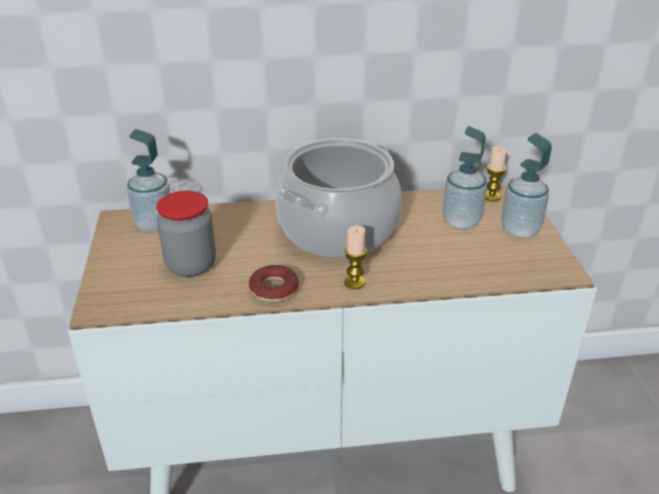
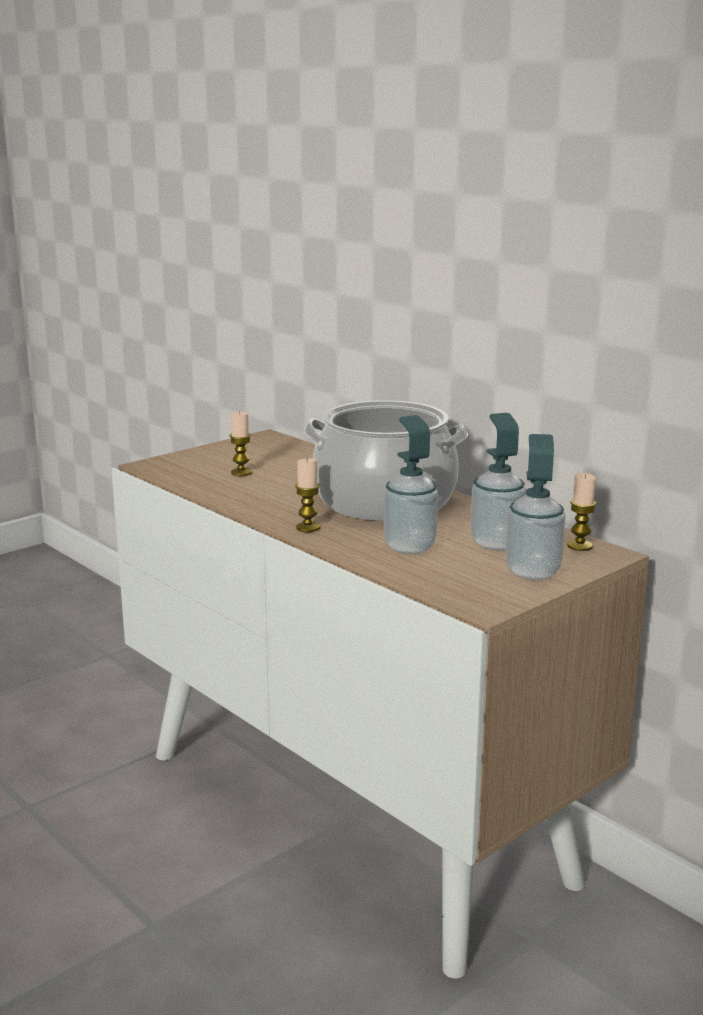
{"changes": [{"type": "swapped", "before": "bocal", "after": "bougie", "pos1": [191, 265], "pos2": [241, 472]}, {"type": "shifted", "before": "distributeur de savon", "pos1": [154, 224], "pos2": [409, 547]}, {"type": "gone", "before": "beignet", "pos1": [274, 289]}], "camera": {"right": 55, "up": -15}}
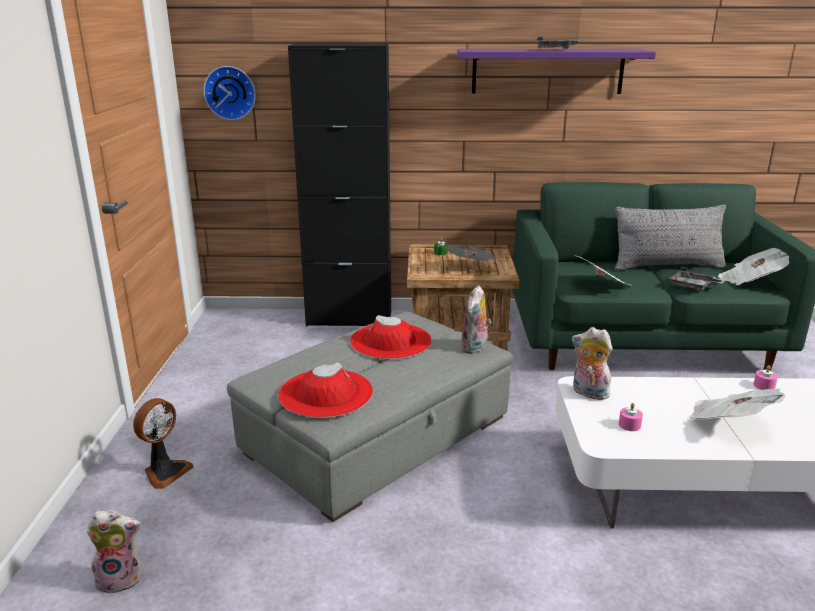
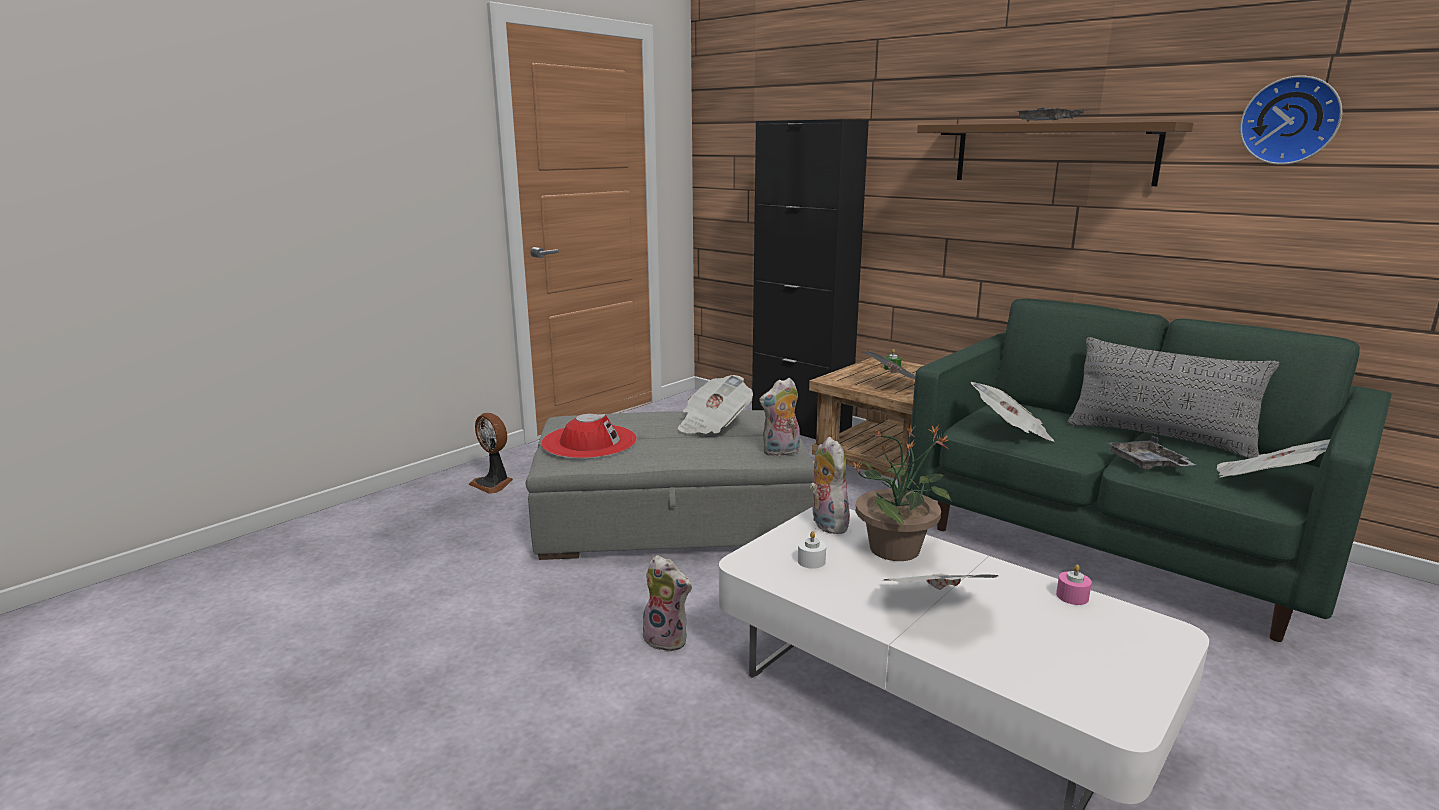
{"changes": [{"type": "rotated", "before": "ventilateur", "pos1": [165, 472], "pos2": [493, 484], "turn": 60}, {"type": "shifted", "before": "peluche", "pos1": [121, 578], "pos2": [668, 639]}, {"type": "swapped", "before": "chapeau (rouge)", "after": "journal", "pos1": [390, 341], "pos2": [713, 424]}, {"type": "repainted", "before": "bougie (rose)", "after": "bougie (blanc)", "pos1": [629, 425], "pos2": [811, 561]}, {"type": "new", "after": "plante en pot", "pos2": [896, 548]}, {"type": "repainted", "before": "étagère (violet)", "after": "étagère (marron)", "pos1": [547, 71], "pos2": [1053, 153]}, {"type": "shifted", "before": "horloge murale", "pos1": [230, 92], "pos2": [1290, 120]}], "camera": {"right": 40, "up": -5}}
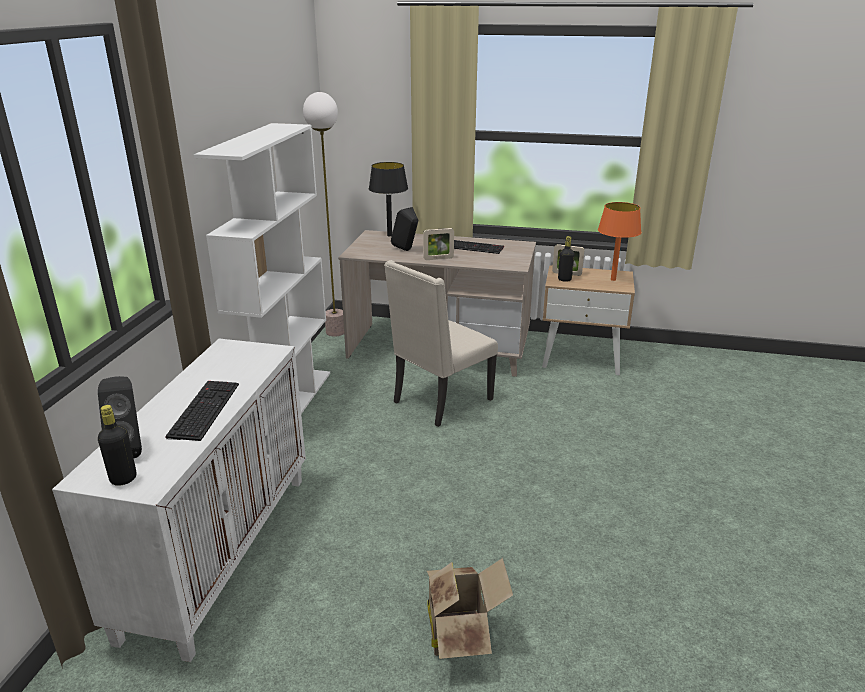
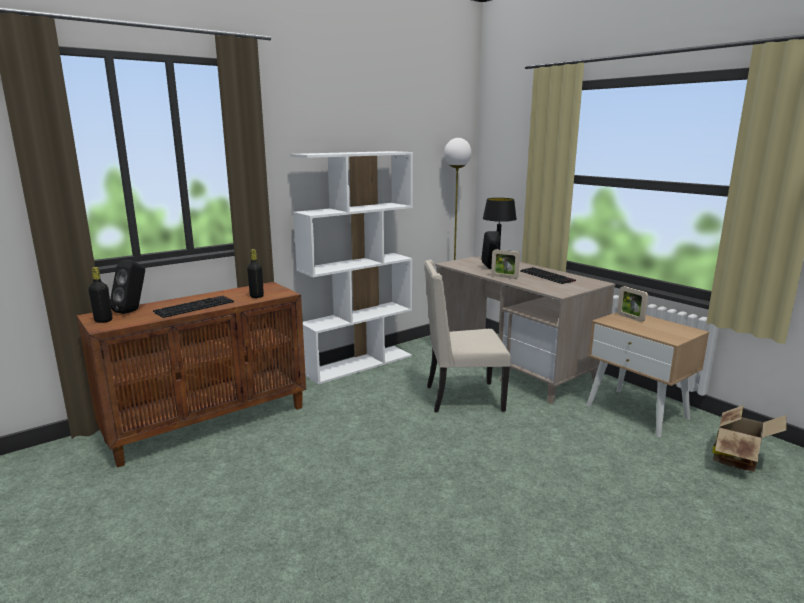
{"changes": [{"type": "repainted", "before": "meuble de rangement (blanc)", "after": "meuble de rangement (marron)", "pos1": [219, 551], "pos2": [209, 422]}, {"type": "shifted", "before": "bouteille (noir)", "pos1": [564, 279], "pos2": [256, 296]}, {"type": "shifted", "before": "carton", "pos1": [461, 632], "pos2": [739, 460]}, {"type": "gone", "before": "lampe de table (orange)", "pos1": [613, 279]}], "camera": {"right": 40, "up": -10}}
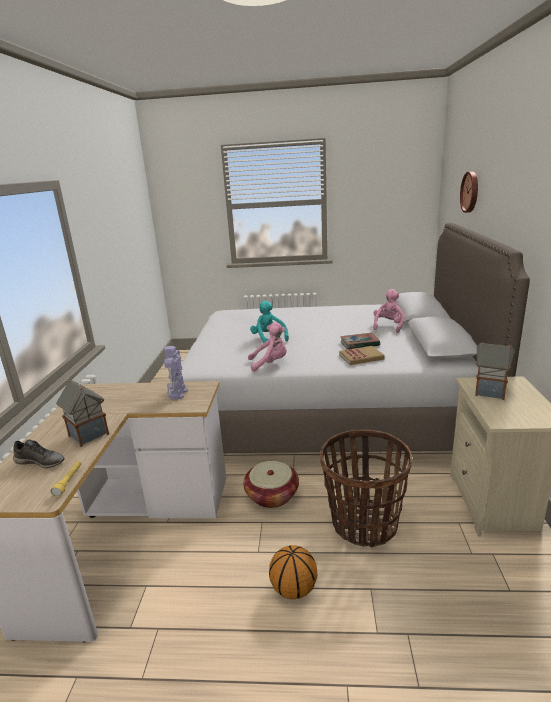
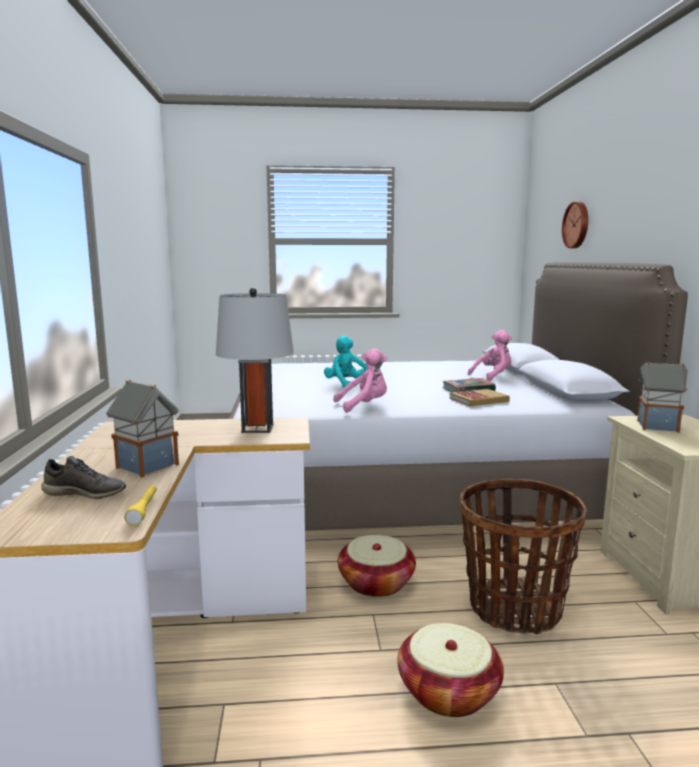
{"changes": [{"type": "swapped", "before": "robot jouet", "after": "lampe de table (gris)", "pos1": [177, 394], "pos2": [257, 428]}, {"type": "swapped", "before": "ballon de basket", "after": "panier", "pos1": [293, 589], "pos2": [448, 691]}, {"type": "rotated", "before": "peluche (rose)", "pos1": [388, 326], "pos2": [493, 376], "turn": 45}], "camera": {"right": -10, "up": -10}}
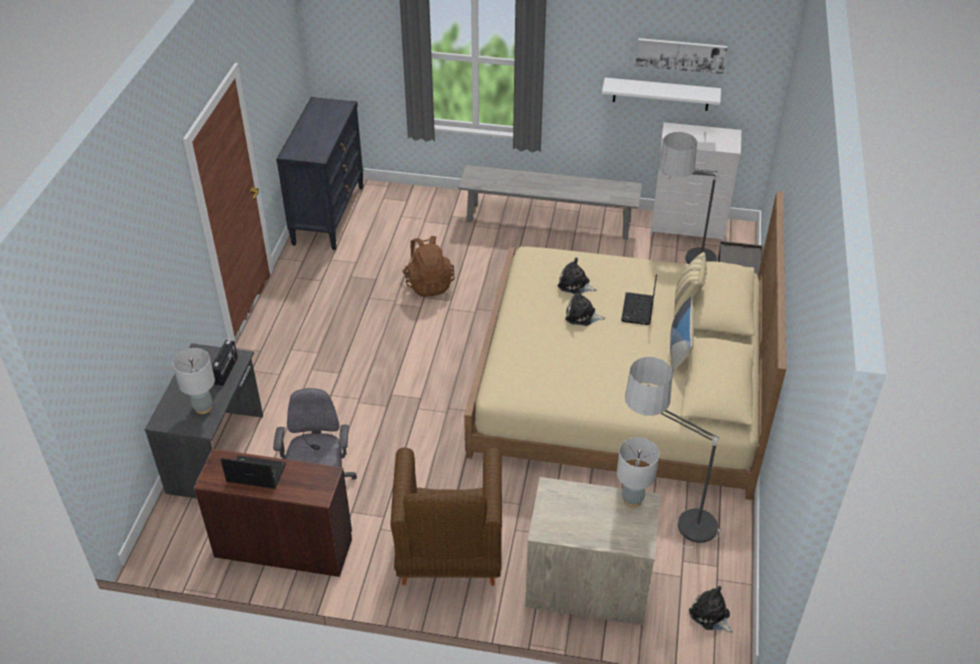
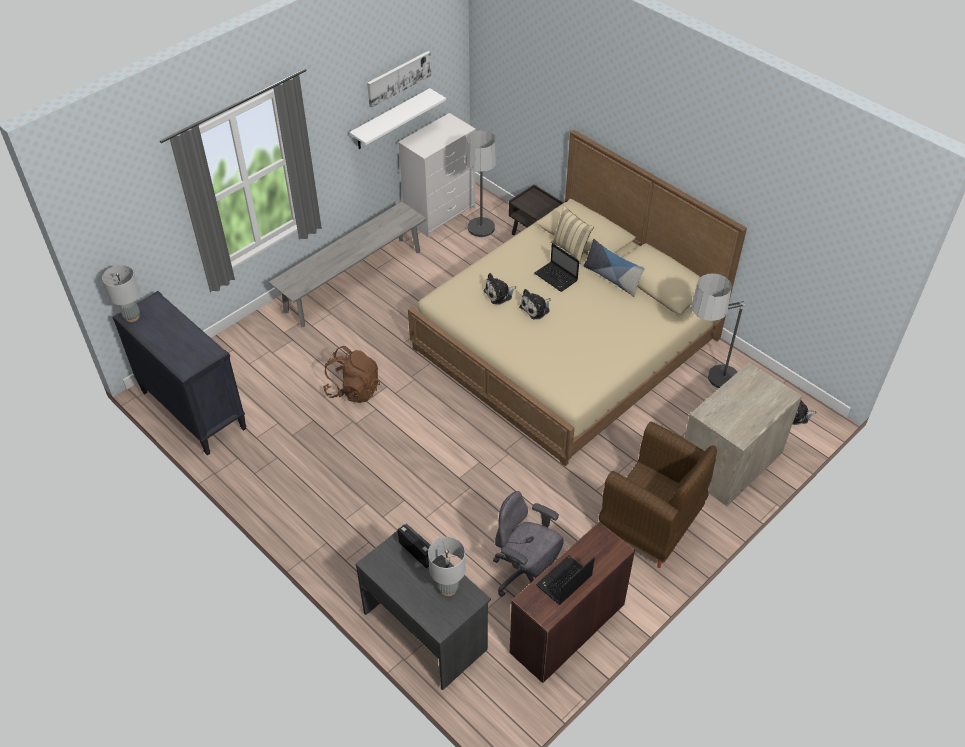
{"changes": [{"type": "shifted", "before": "lampe de table (gris)", "pos1": [632, 499], "pos2": [132, 317]}], "camera": {"right": -55, "up": 5}}
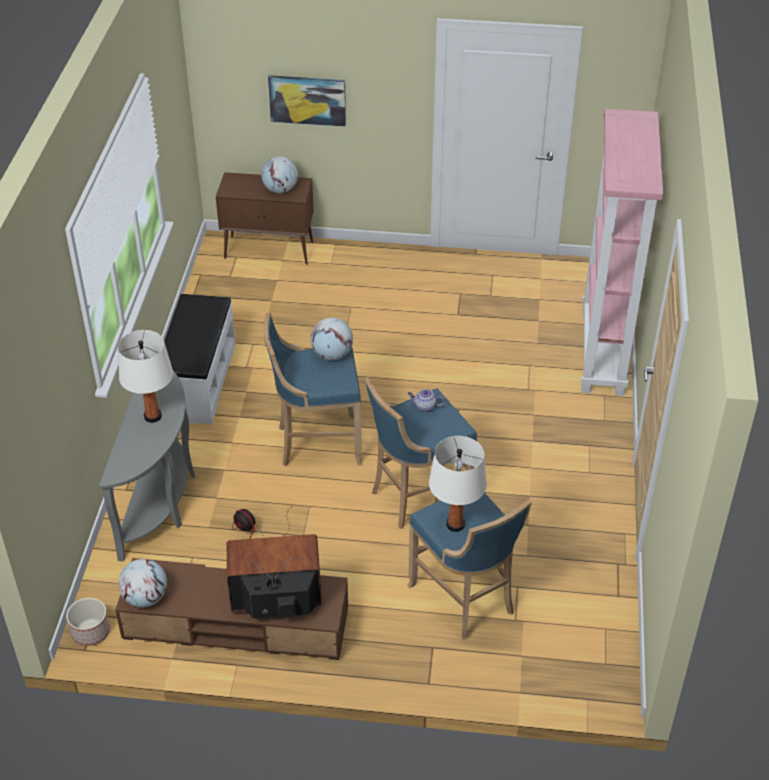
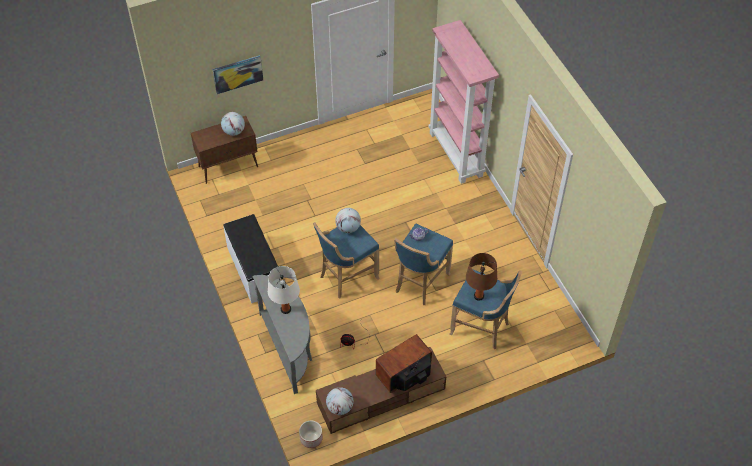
{"changes": [{"type": "repainted", "before": "lampe de table (blanc)", "after": "lampe de table (marron)", "pos1": [455, 524], "pos2": [478, 296]}], "camera": {"right": -30, "up": 10}}
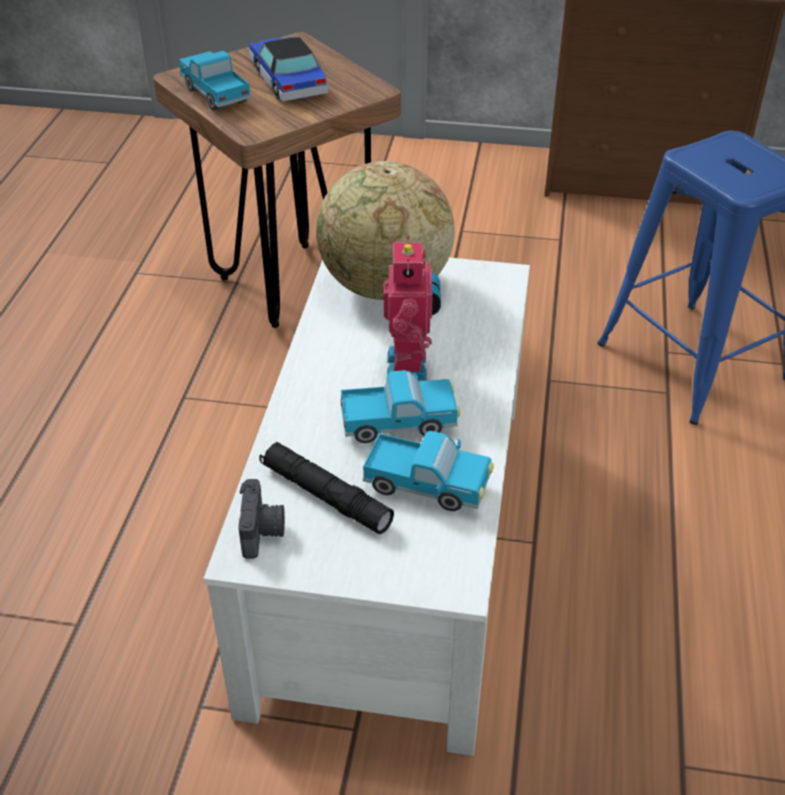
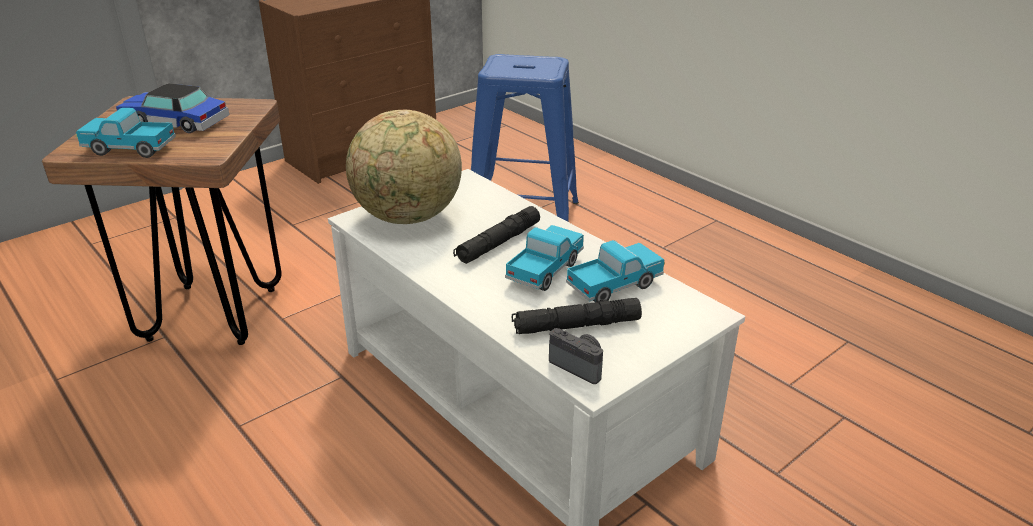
{"changes": [{"type": "swapped", "before": "robot jouet", "after": "lampe de poche (noir)", "pos1": [410, 366], "pos2": [498, 243]}], "camera": {"right": -50, "up": -10}}
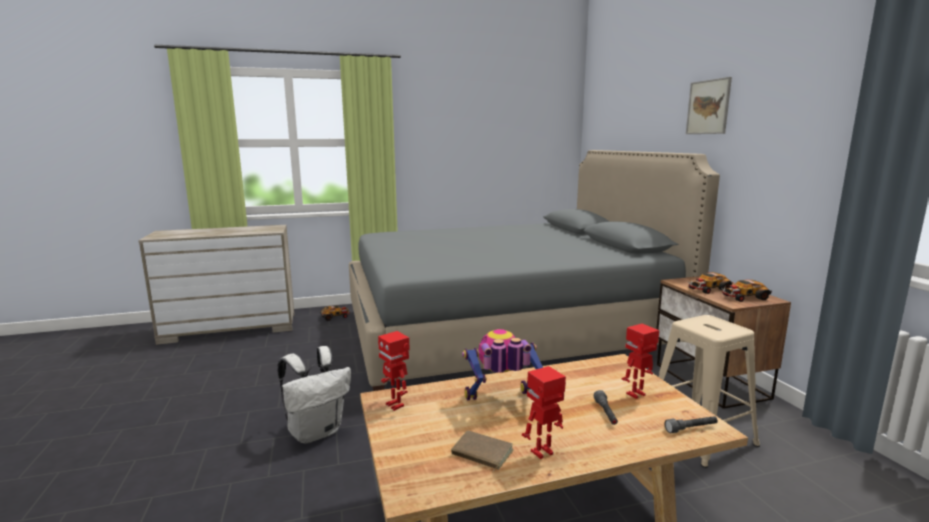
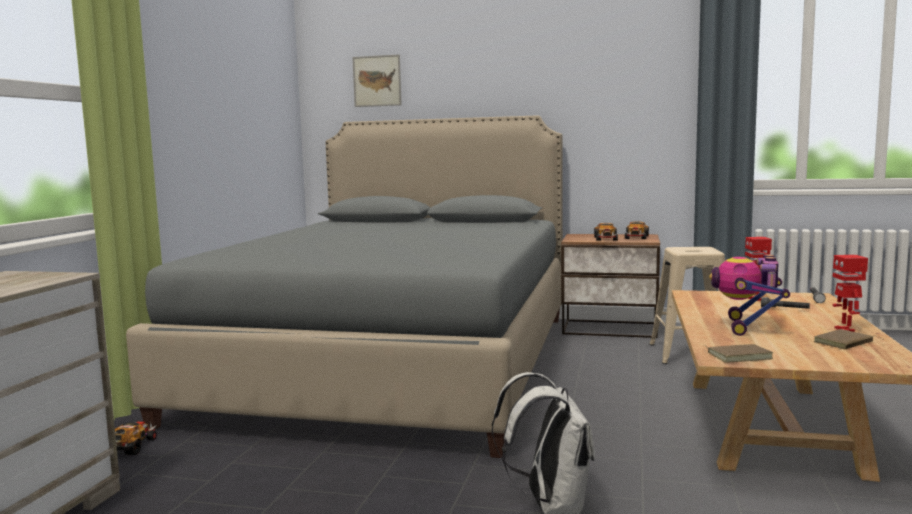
{"changes": [{"type": "shifted", "before": "tableau", "pos1": [708, 107], "pos2": [377, 81]}, {"type": "swapped", "before": "robot jouet", "after": "livre (marron)", "pos1": [396, 405], "pos2": [738, 356]}], "camera": {"right": -60, "up": -5}}
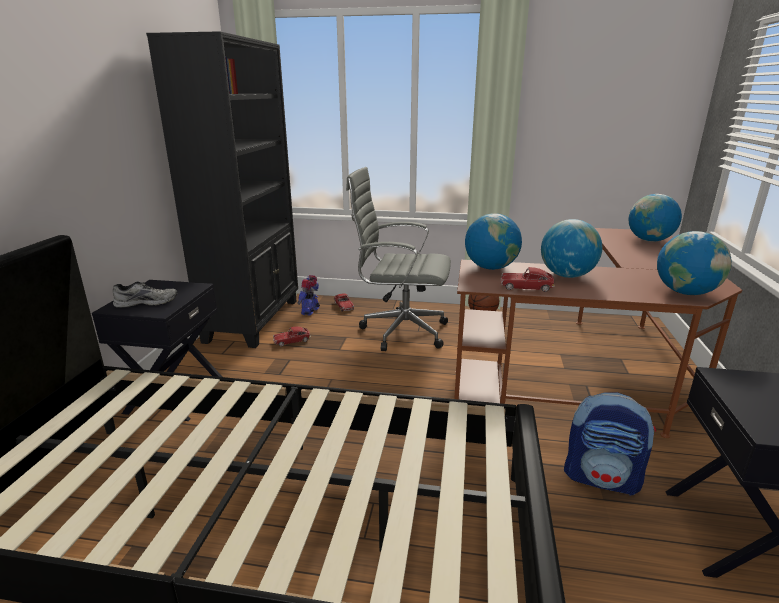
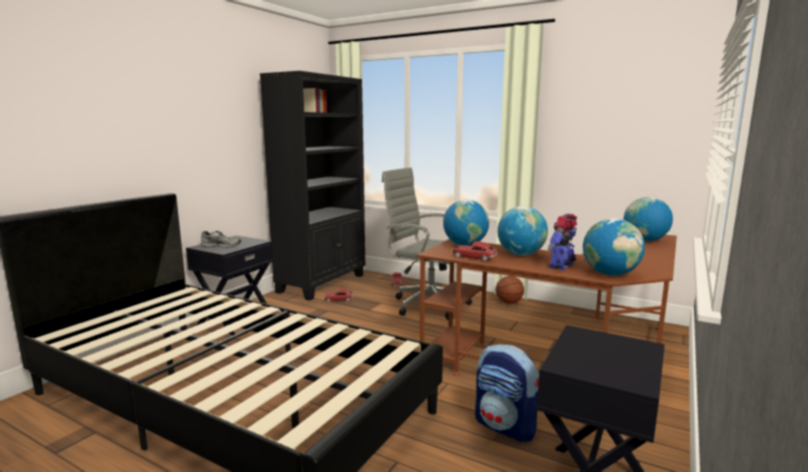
{"changes": [{"type": "shifted", "before": "robot jouet", "pos1": [311, 311], "pos2": [562, 266]}], "camera": {"right": 20, "up": -10}}
